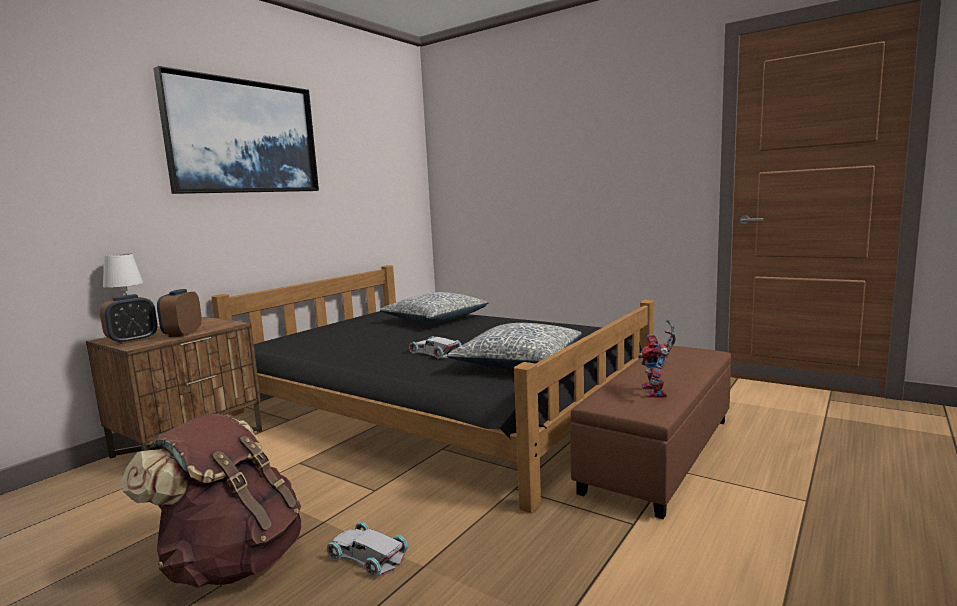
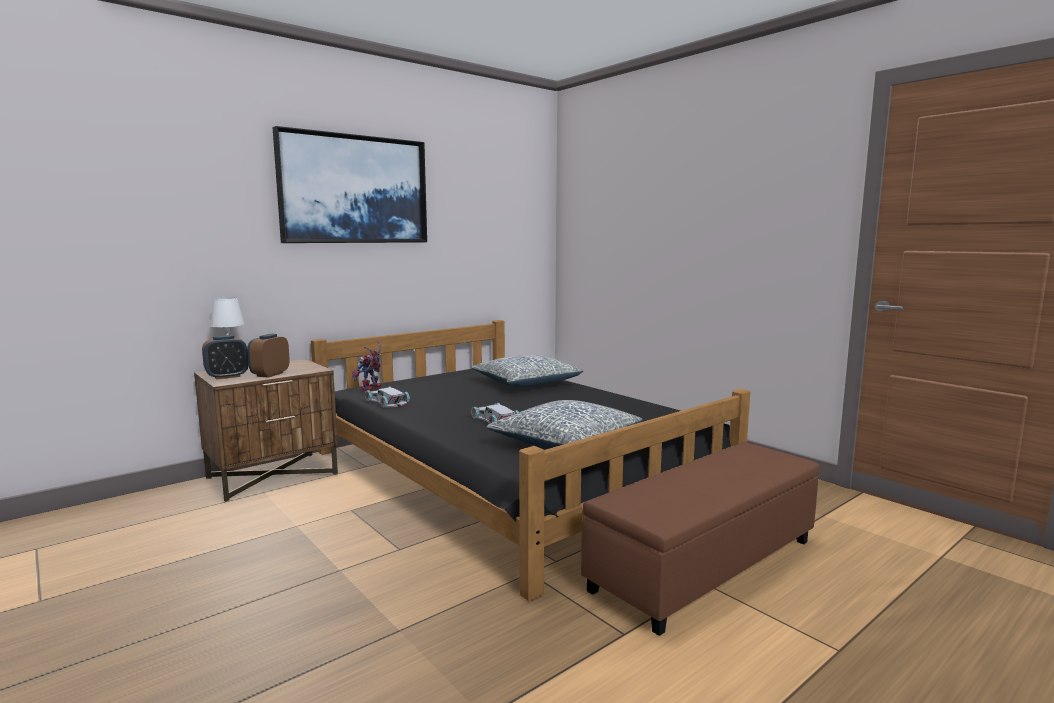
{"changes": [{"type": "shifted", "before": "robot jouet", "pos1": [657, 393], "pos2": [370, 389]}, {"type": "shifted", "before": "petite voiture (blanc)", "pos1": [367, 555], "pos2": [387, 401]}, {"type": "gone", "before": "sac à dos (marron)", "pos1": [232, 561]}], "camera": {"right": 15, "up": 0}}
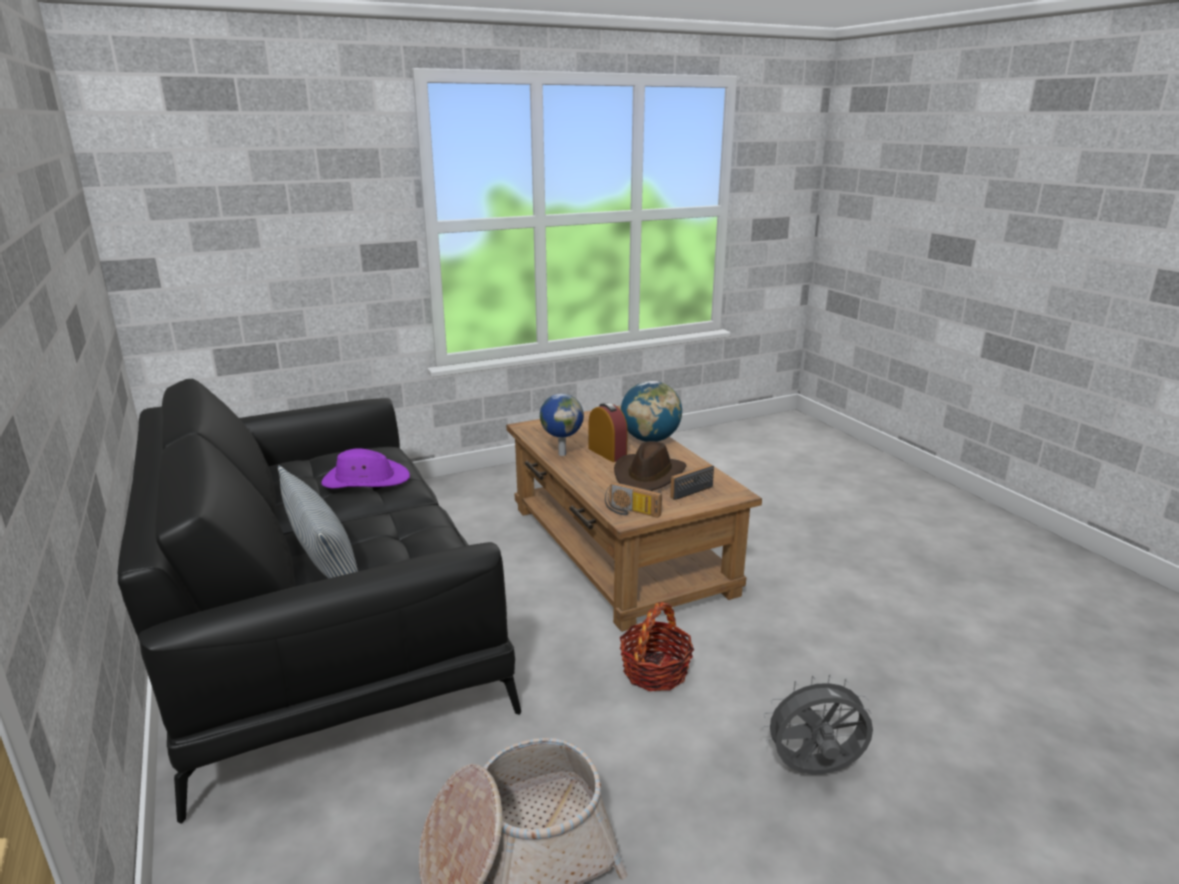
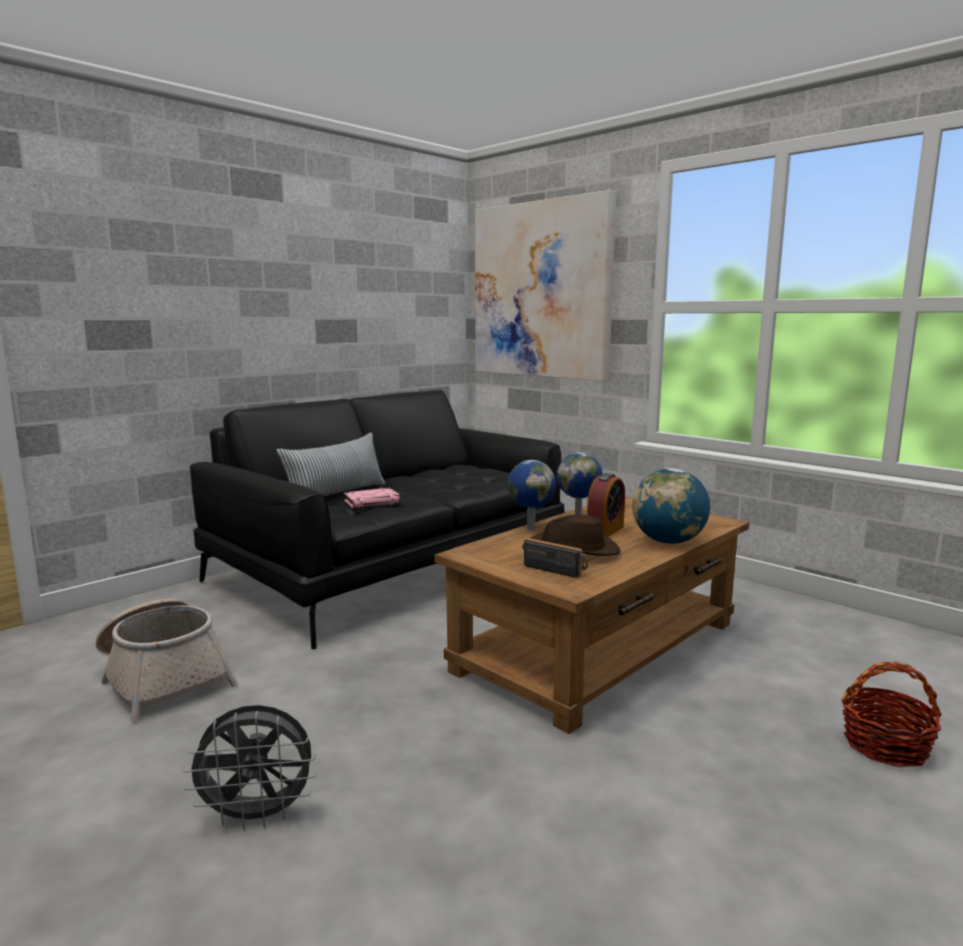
{"changes": [{"type": "rotated", "before": "ventilateur (gris)", "pos1": [814, 771], "pos2": [258, 816], "turn": 105}, {"type": "new", "after": "livre (rose)", "pos2": [372, 502]}, {"type": "new", "after": "tableau", "pos2": [542, 290]}, {"type": "new", "after": "globe", "pos2": [530, 528]}, {"type": "shifted", "before": "panier", "pos1": [655, 671], "pos2": [885, 745]}, {"type": "gone", "before": "chapeau (violet)", "pos1": [365, 480]}, {"type": "gone", "before": "radio", "pos1": [630, 512]}], "camera": {"right": 70, "up": -10}}
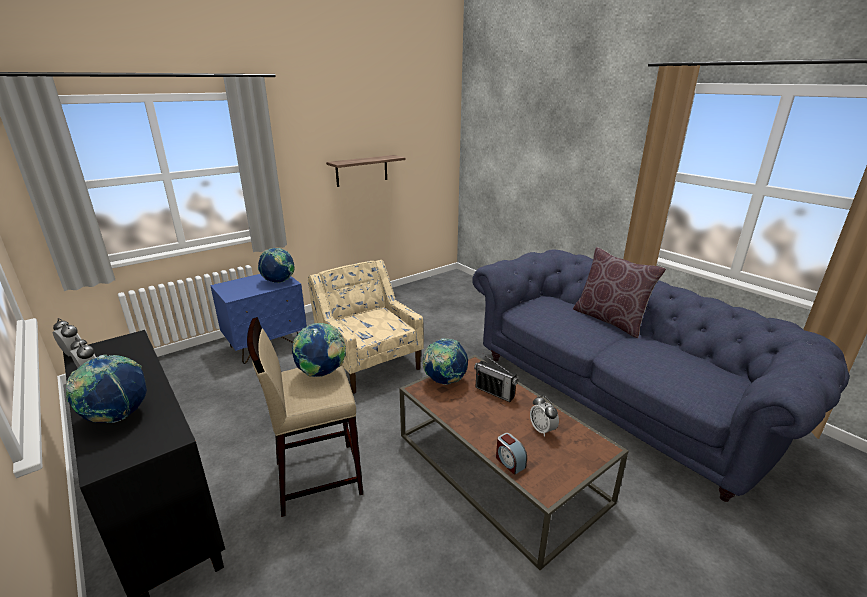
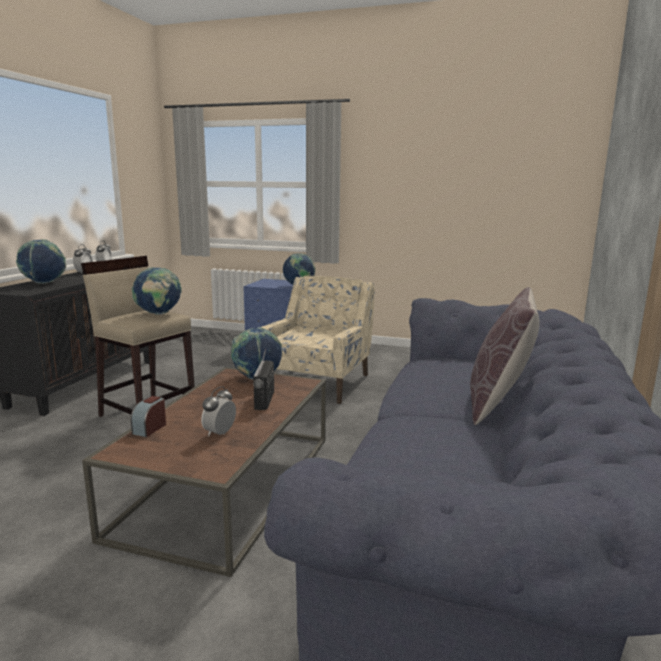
{"changes": [{"type": "gone", "before": "étagère", "pos1": [362, 170]}], "camera": {"right": 55, "up": -10}}
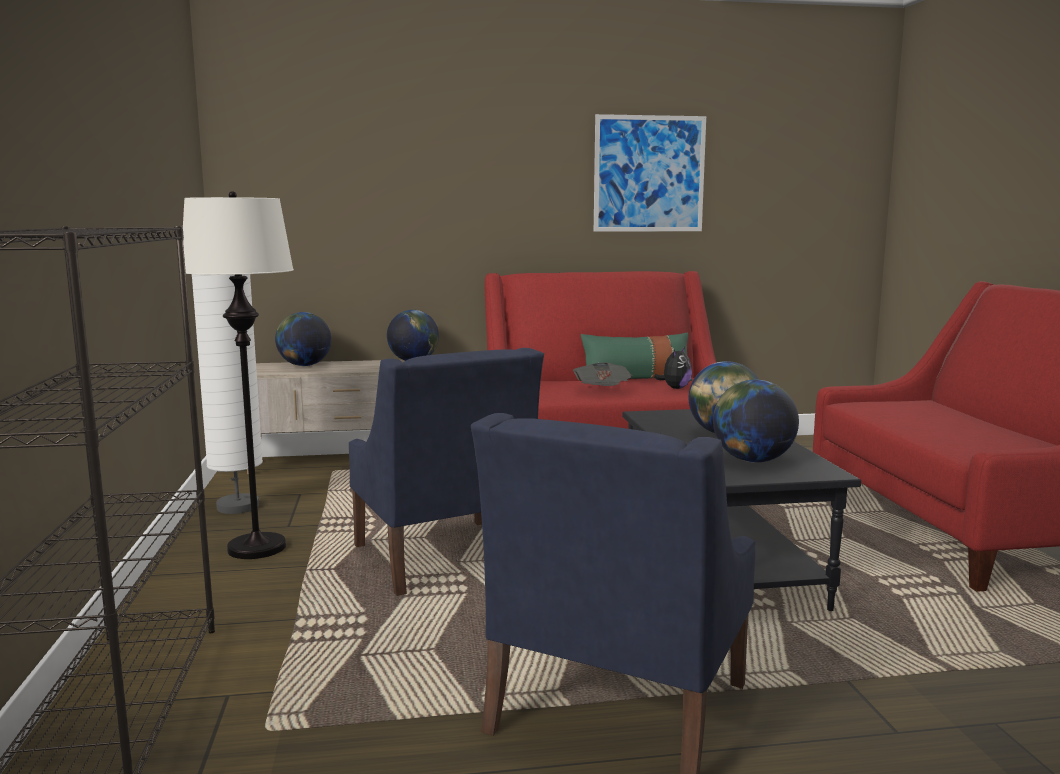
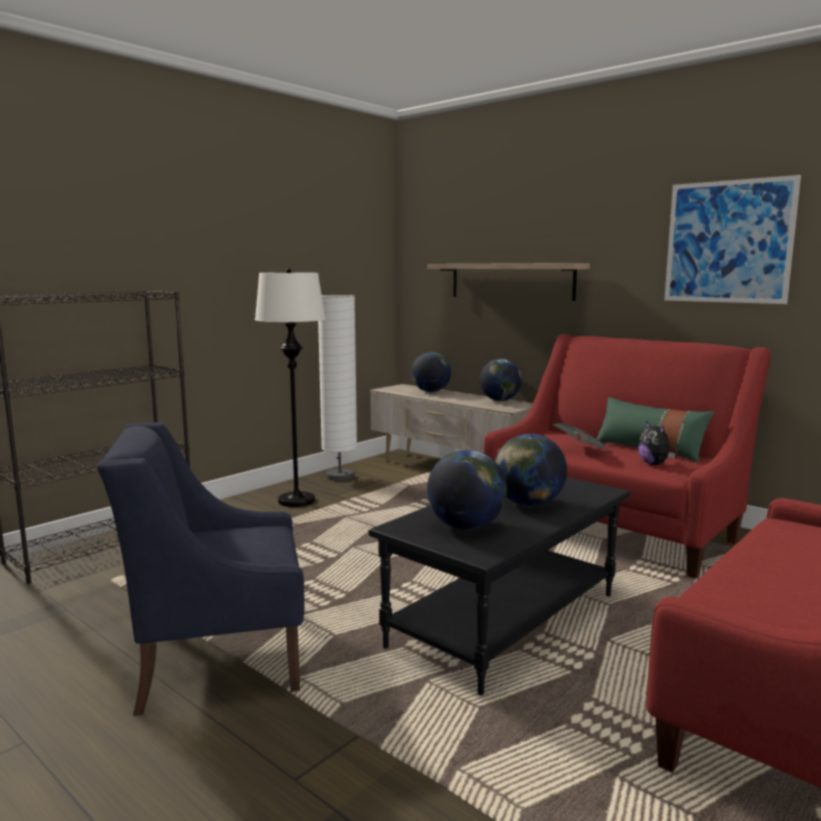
{"changes": [{"type": "new", "after": "étagère", "pos2": [511, 281]}, {"type": "rotated", "before": "peluche", "pos1": [675, 388], "pos2": [654, 464], "turn": 75}, {"type": "gone", "before": "fauteuil (bleu)", "pos1": [444, 557]}], "camera": {"right": 50, "up": 0}}
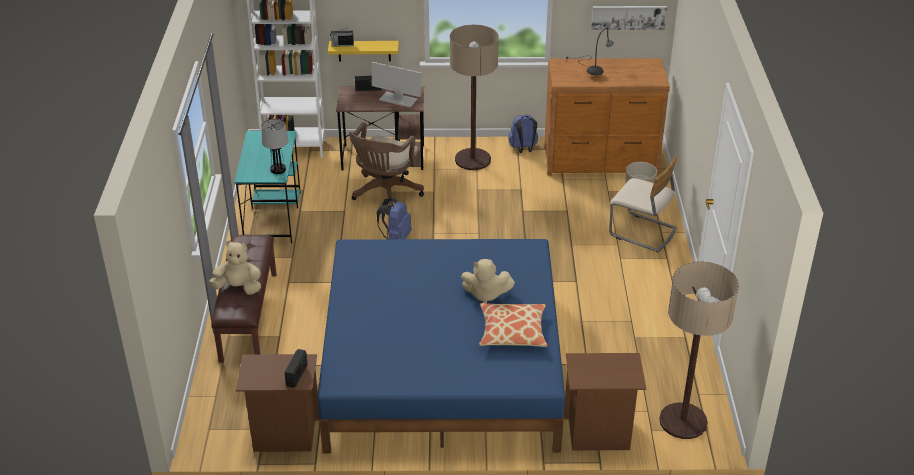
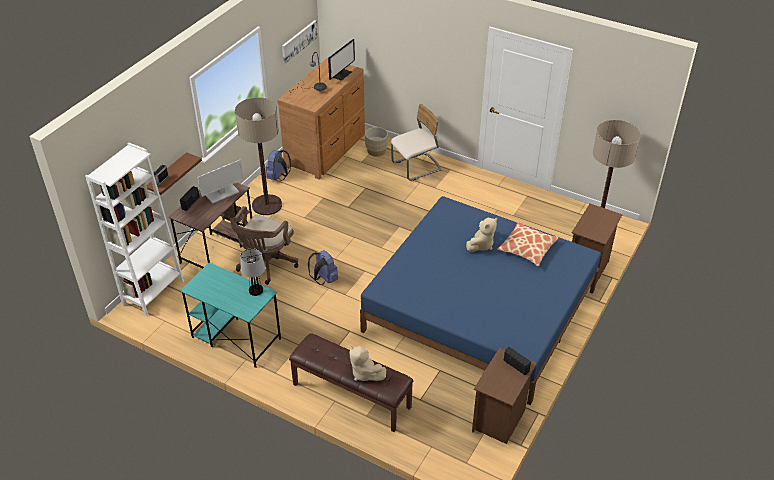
{"changes": [{"type": "repainted", "before": "étagère (jaune)", "after": "étagère (marron)", "pos1": [364, 50], "pos2": [167, 177]}, {"type": "rotated", "before": "chaise de bureau (marron)", "pos1": [385, 194], "pos2": [265, 265], "turn": 60}, {"type": "new", "after": "écran d'ordinateur", "pos2": [342, 74]}, {"type": "rotated", "before": "peluche (beige)", "pos1": [238, 288], "pos2": [365, 373], "turn": -75}], "camera": {"right": -60, "up": 5}}
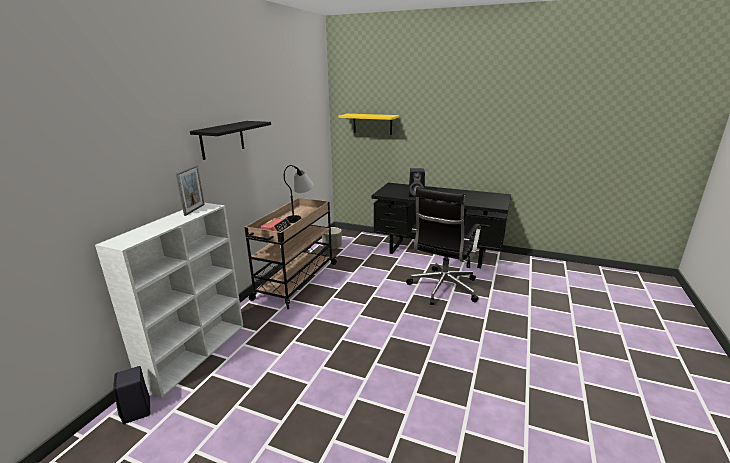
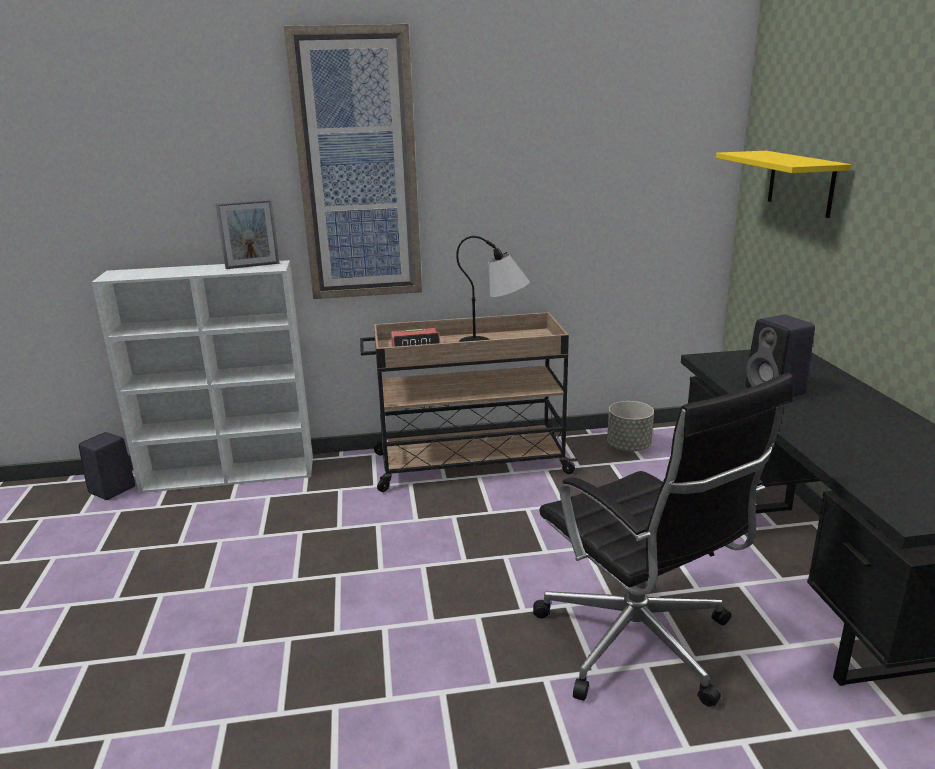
{"changes": [{"type": "swapped", "before": "étagère (noir)", "after": "tableau", "pos1": [222, 139], "pos2": [358, 168]}, {"type": "rotated", "before": "chaise de bureau (noir)", "pos1": [442, 288], "pos2": [638, 644], "turn": -120}], "camera": {"right": 60, "up": 0}}
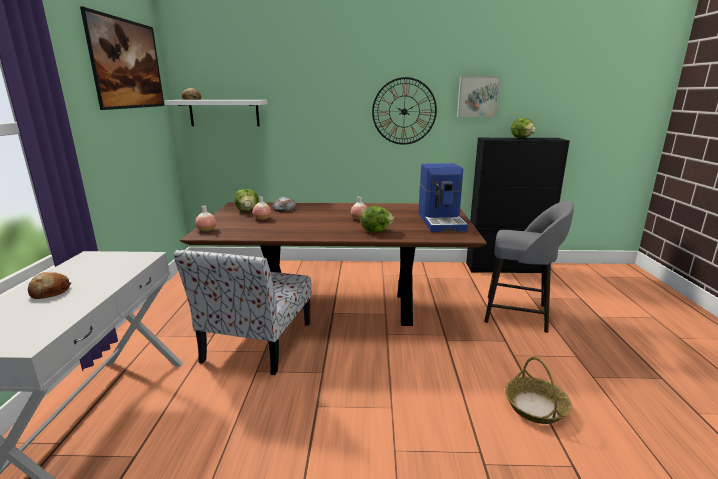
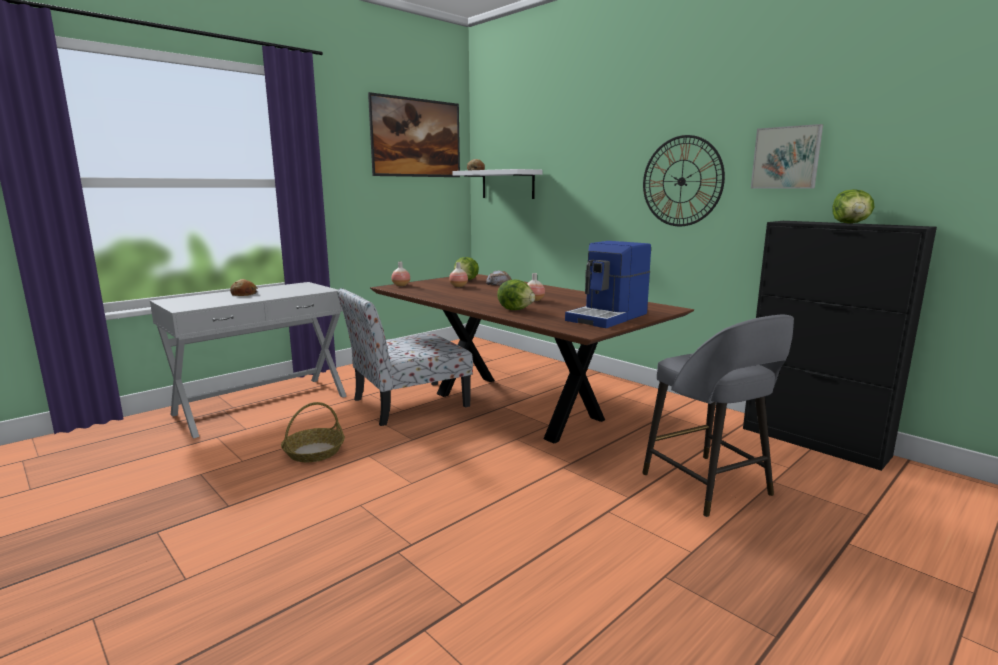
{"changes": [{"type": "shifted", "before": "panier", "pos1": [535, 407], "pos2": [314, 452]}], "camera": {"right": 45, "up": -5}}
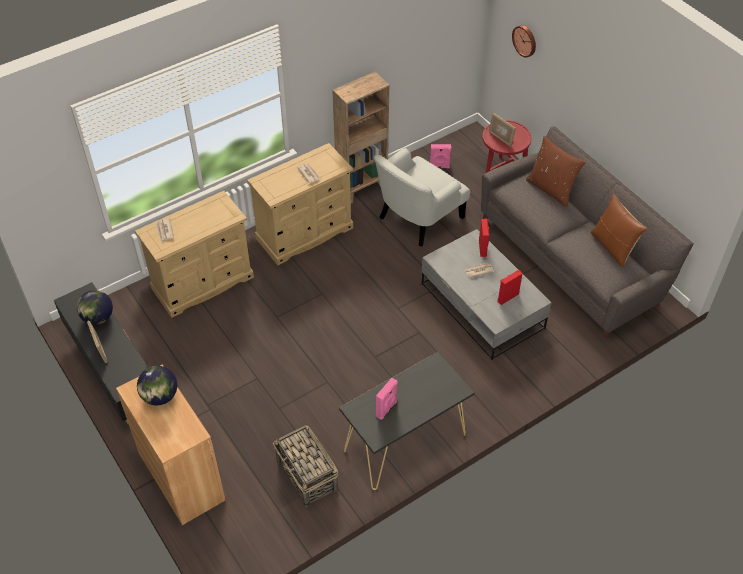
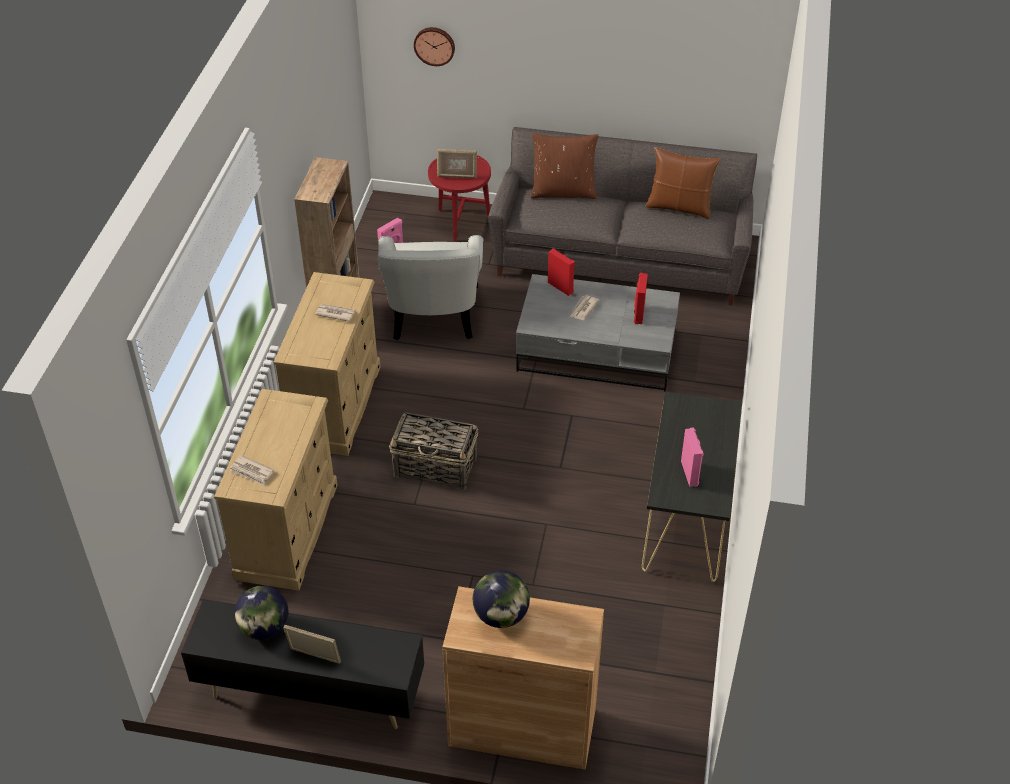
{"changes": [{"type": "shifted", "before": "panier", "pos1": [307, 476], "pos2": [436, 467]}], "camera": {"right": -45, "up": -5}}
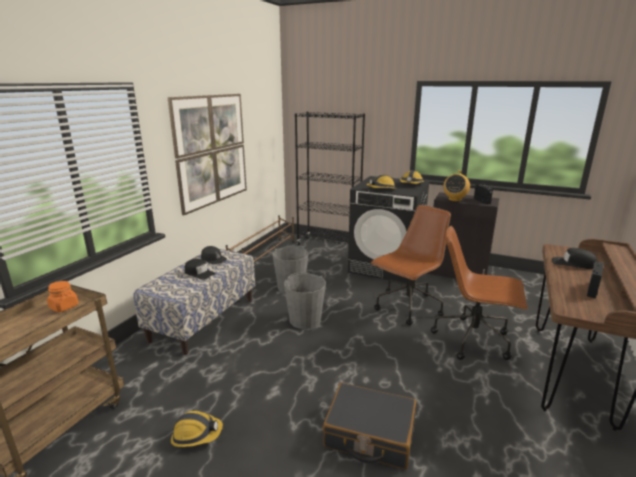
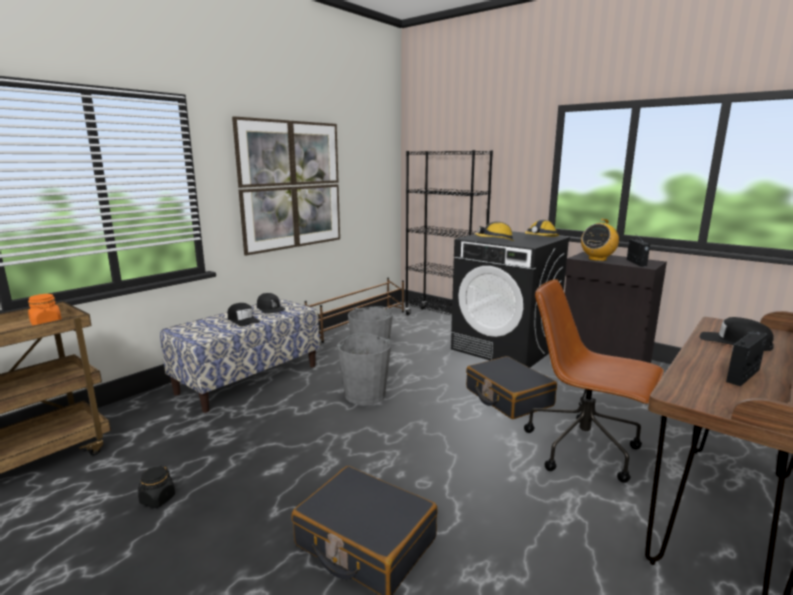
{"changes": [{"type": "swapped", "before": "casque de chantier", "after": "bocal (noir)", "pos1": [196, 434], "pos2": [157, 499]}, {"type": "swapped", "before": "chaise de bureau (marron)", "after": "valise (noir)", "pos1": [407, 307], "pos2": [508, 397]}], "camera": {"right": 15, "up": -5}}
